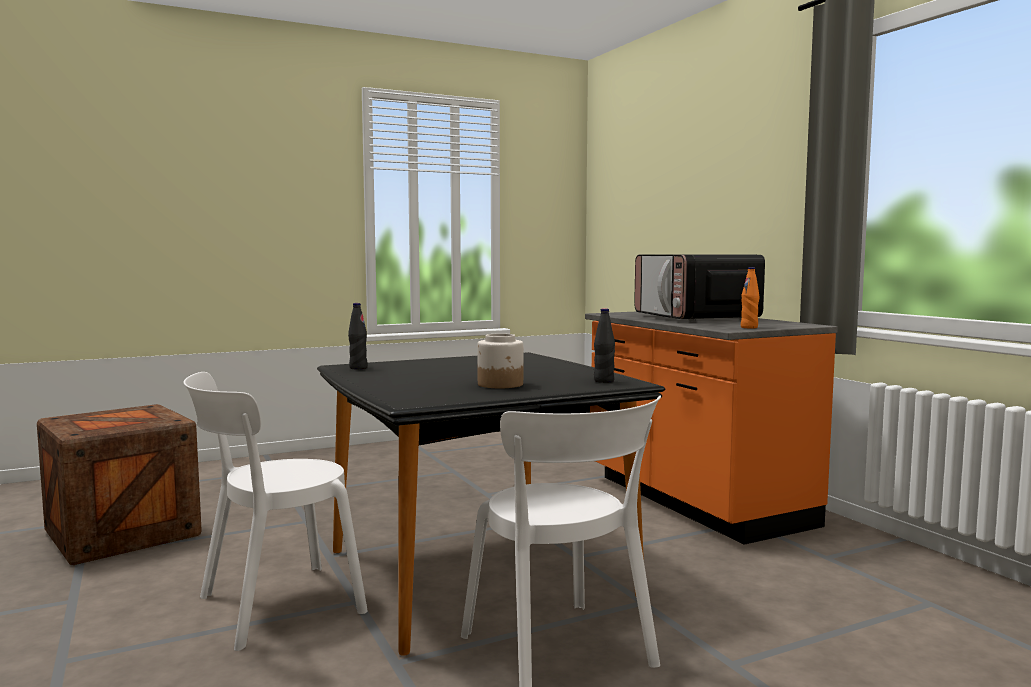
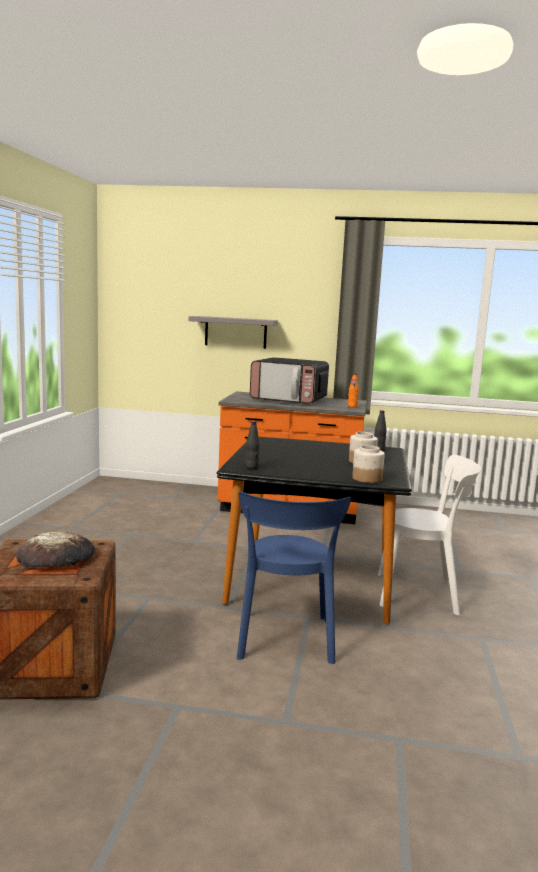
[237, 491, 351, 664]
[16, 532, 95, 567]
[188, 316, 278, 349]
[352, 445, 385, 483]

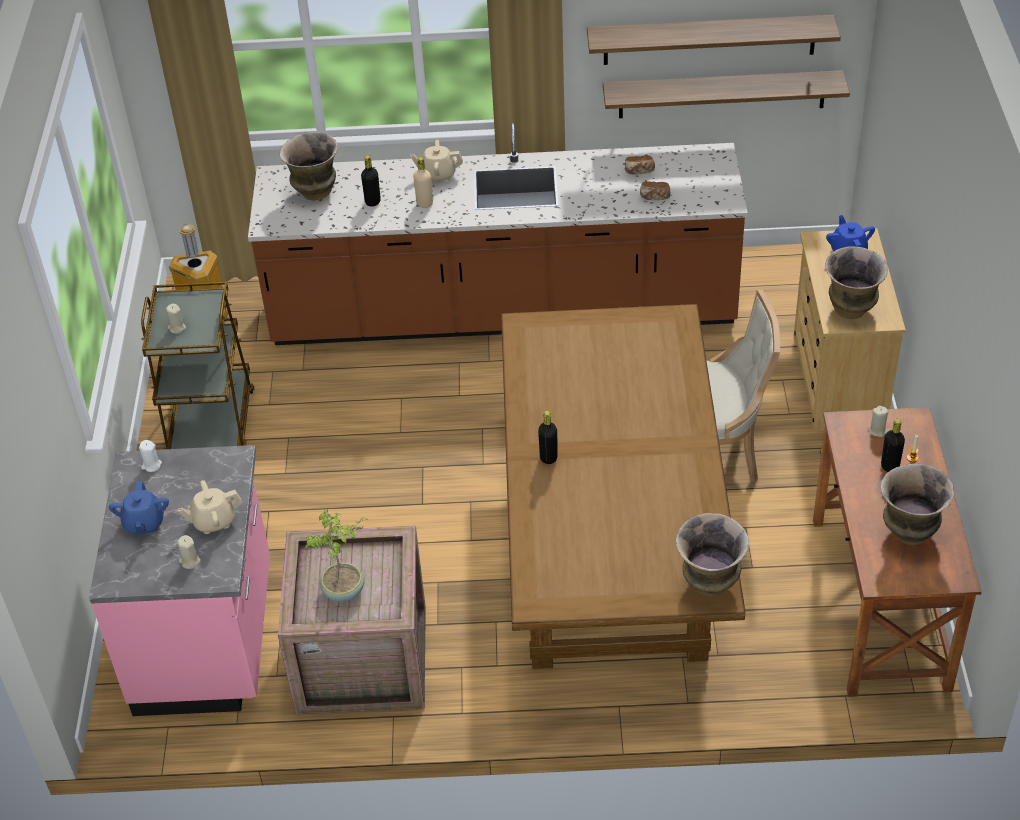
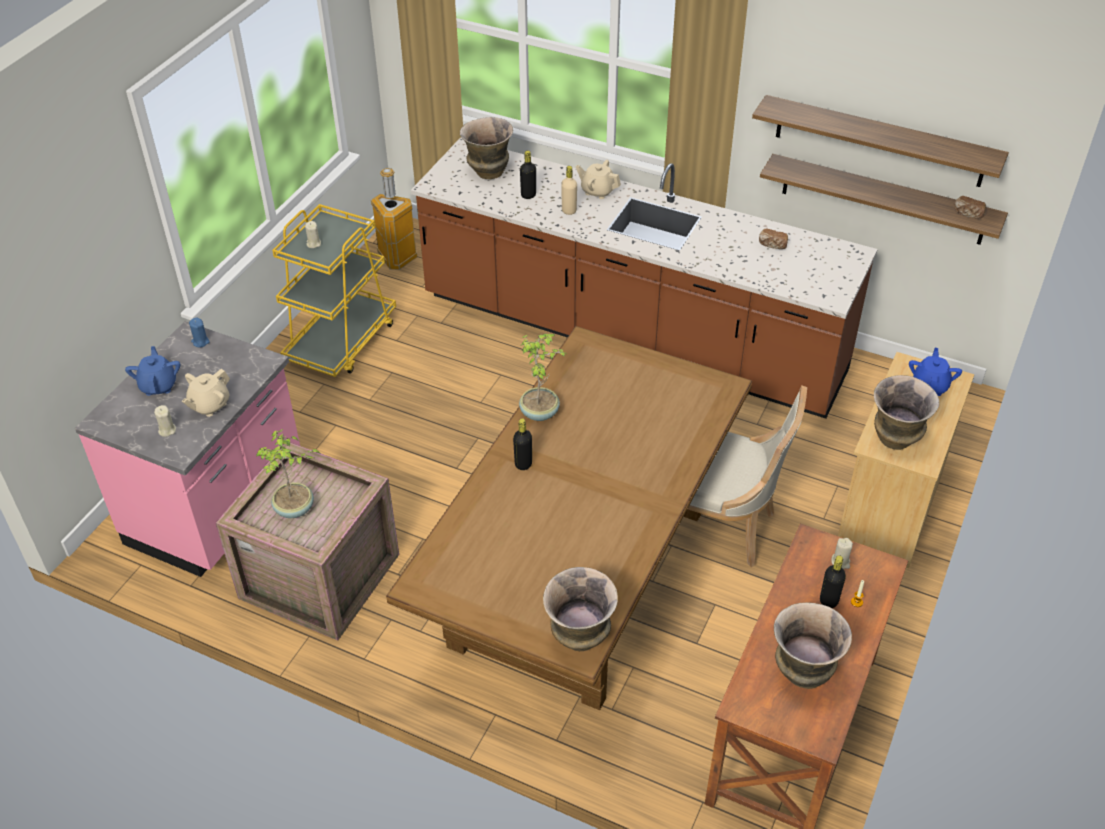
[125, 346, 180, 396]
[189, 318, 210, 348]
[272, 204, 396, 377]
[182, 369, 230, 417]
[954, 196, 986, 219]
[519, 334, 566, 421]

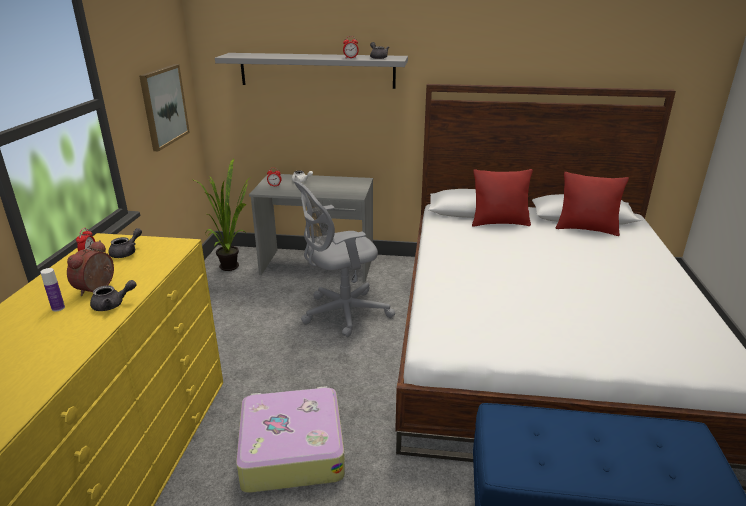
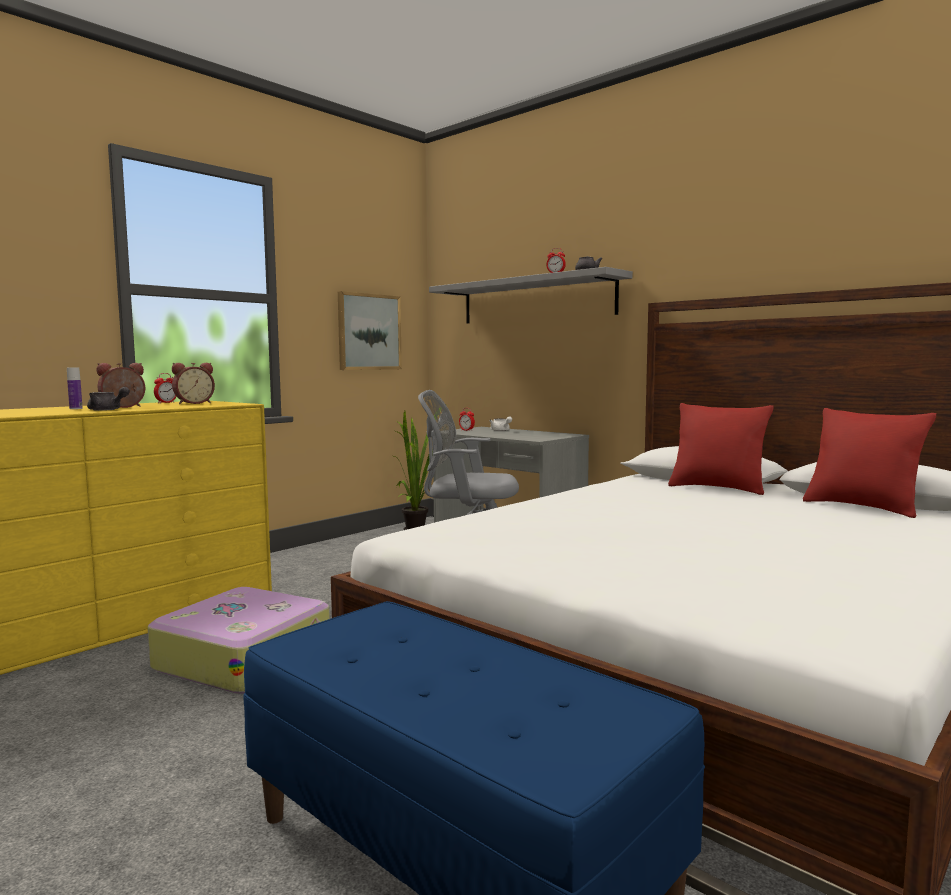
[172, 363, 215, 404]

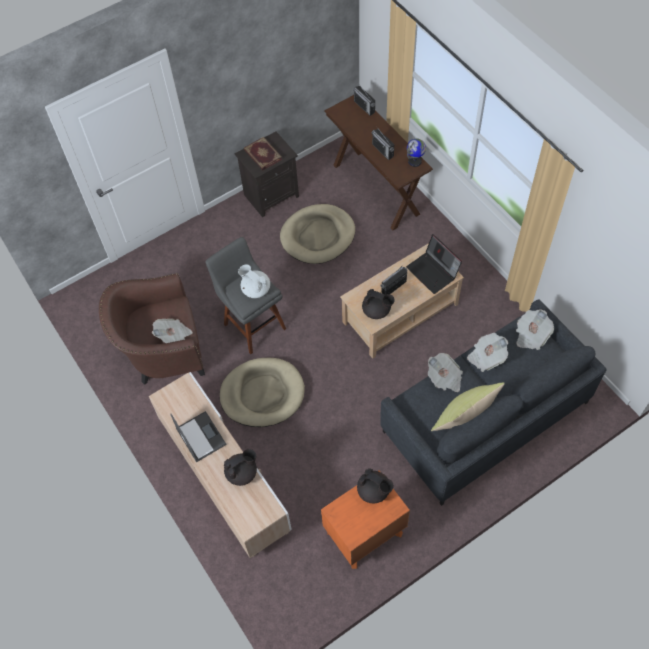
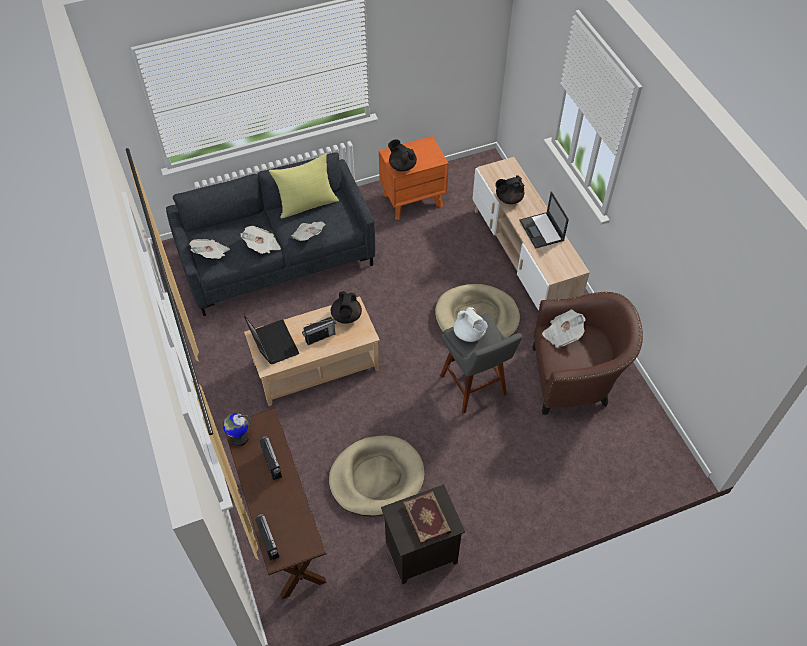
[331, 291, 362, 324]

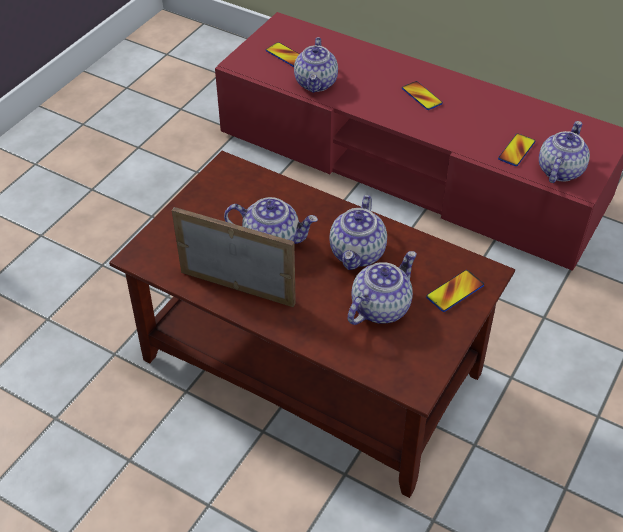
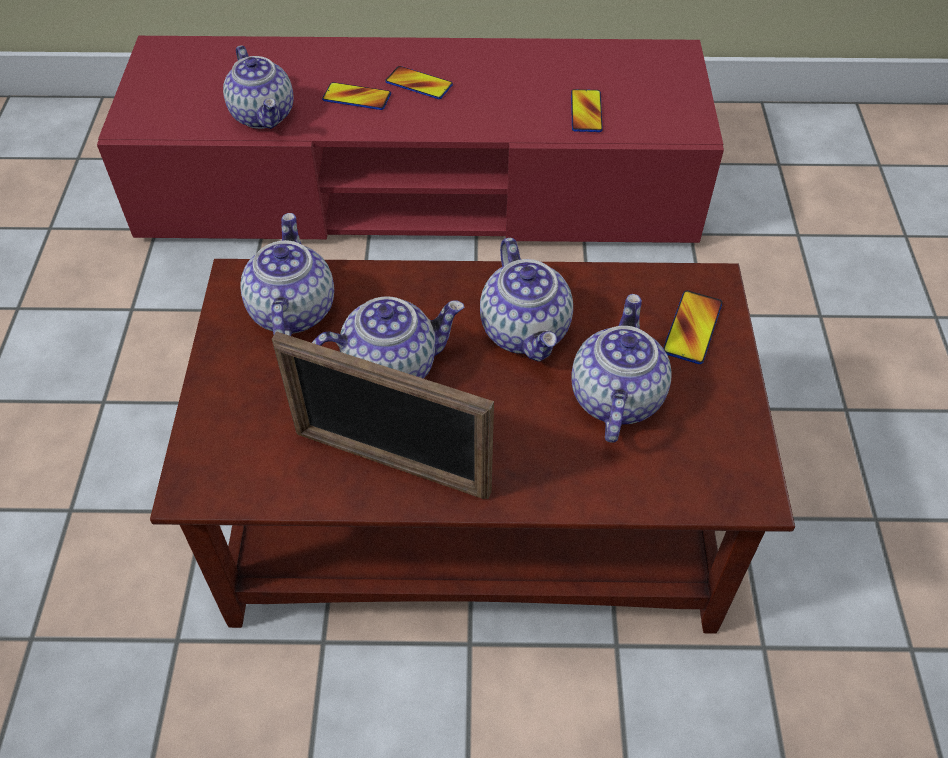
[272, 332, 494, 499]
[322, 82, 391, 110]
[240, 213, 334, 336]

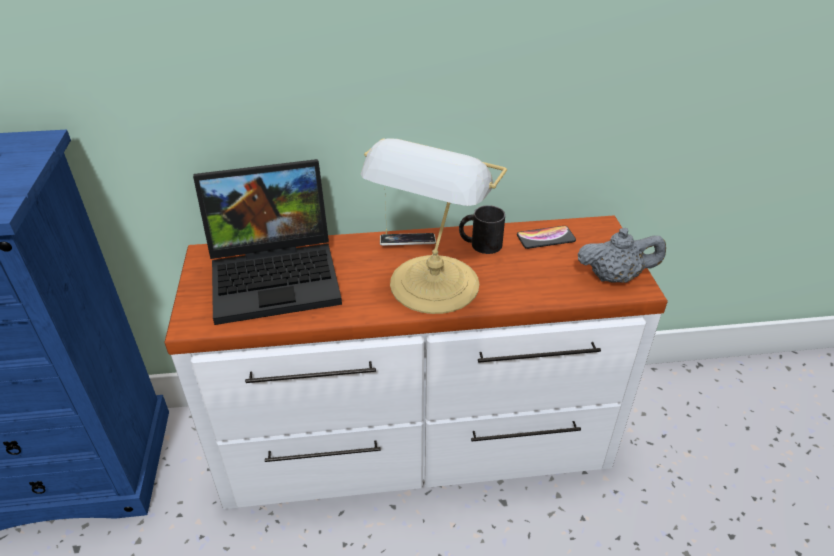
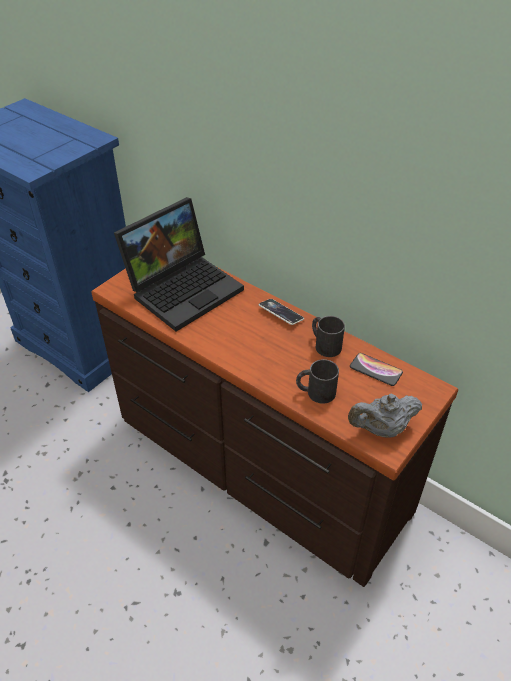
[91, 267, 458, 587]
[114, 197, 244, 332]
[361, 138, 507, 314] (first image)
[348, 394, 422, 438]
[296, 359, 339, 404]

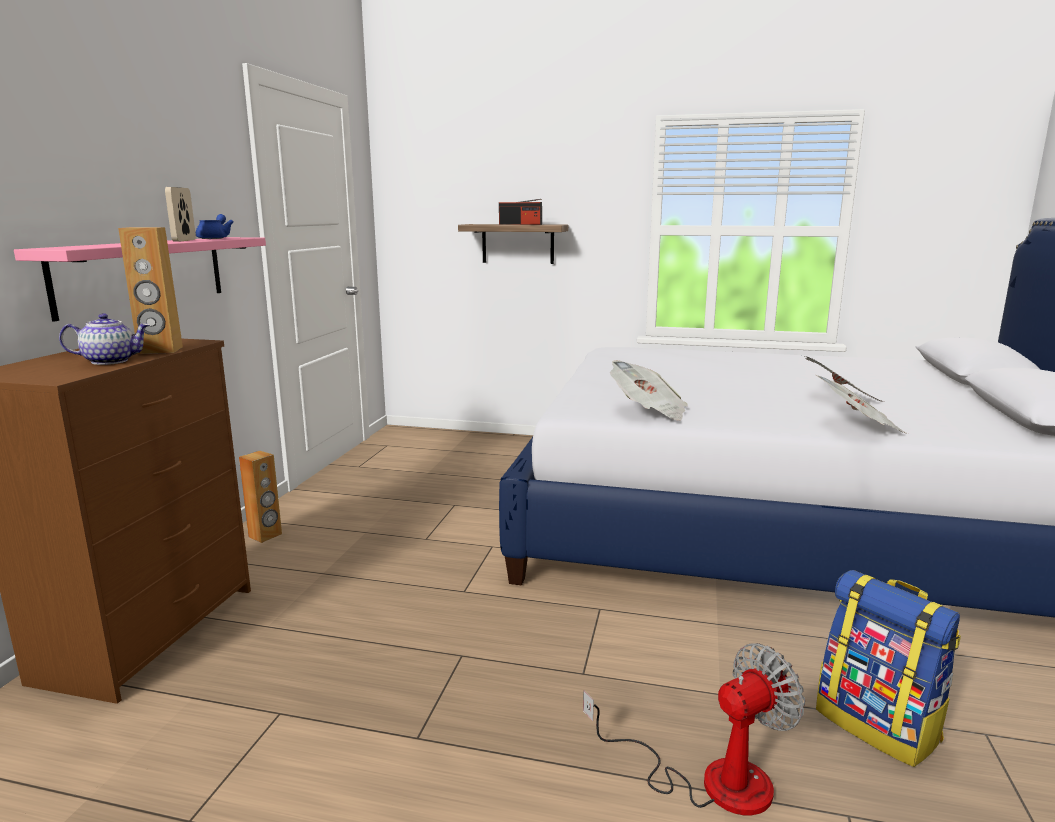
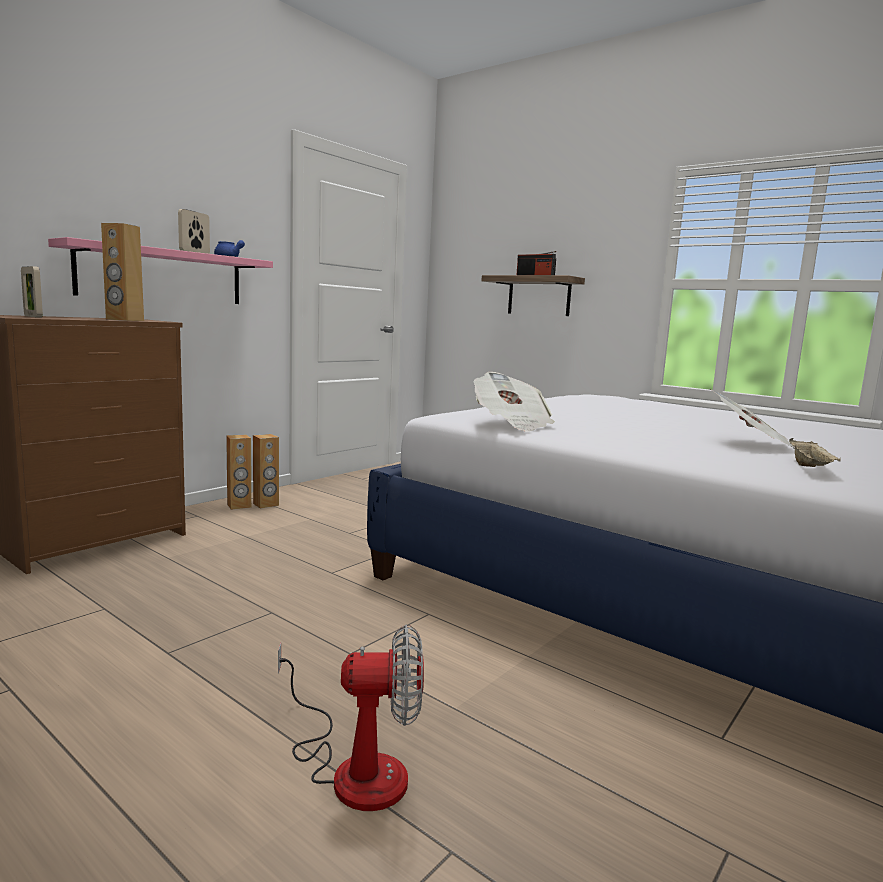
[59, 313, 150, 365] (first image)
[816, 375, 908, 434] (first image)
[816, 570, 961, 767] (first image)
[21, 266, 43, 318]
[253, 434, 279, 509]
[789, 438, 841, 467]

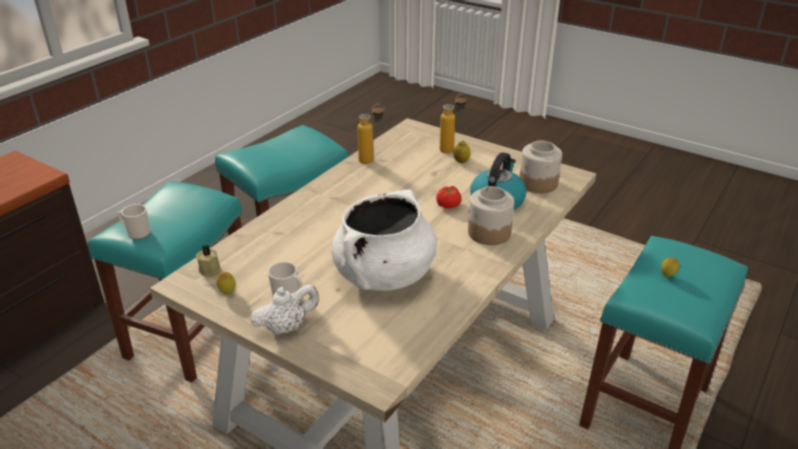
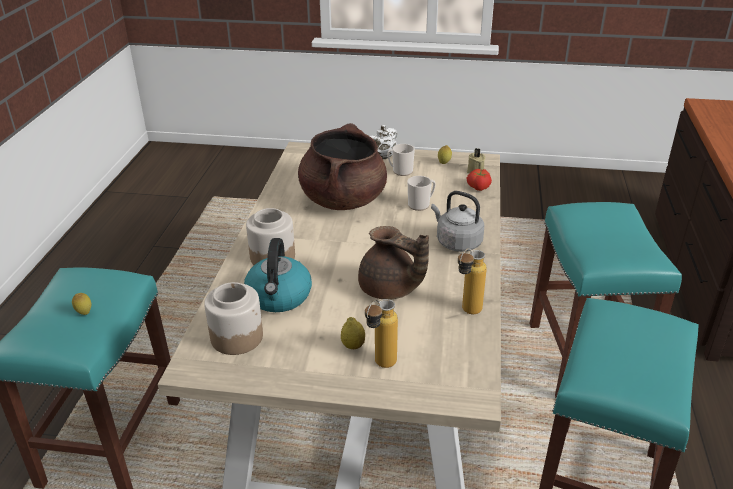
[408, 176, 436, 211]
[298, 123, 387, 210]
[467, 169, 492, 191]
[358, 226, 429, 300]
[431, 191, 484, 252]

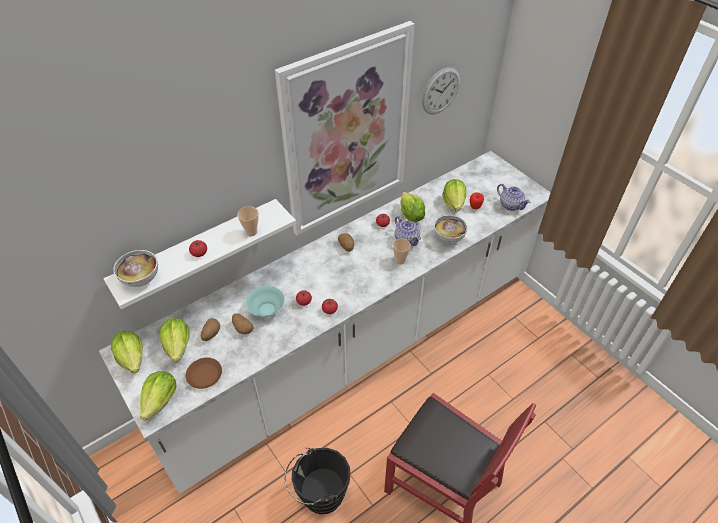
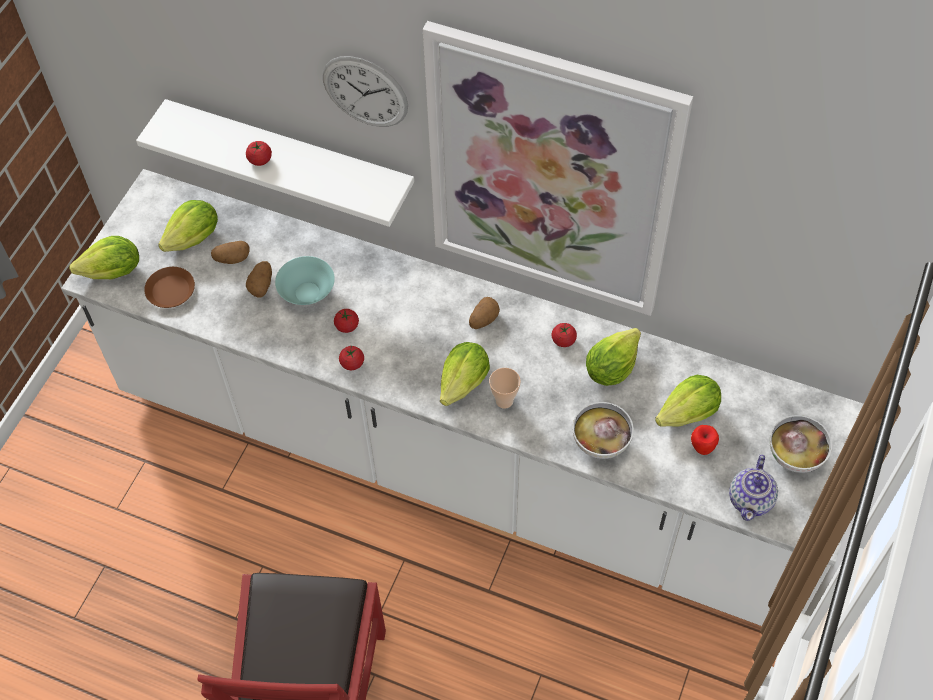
[440, 342, 490, 406]
[769, 415, 832, 473]
[237, 206, 259, 236] (first image)
[284, 447, 350, 514] (first image)
[395, 216, 421, 246] (first image)
[323, 56, 408, 127]

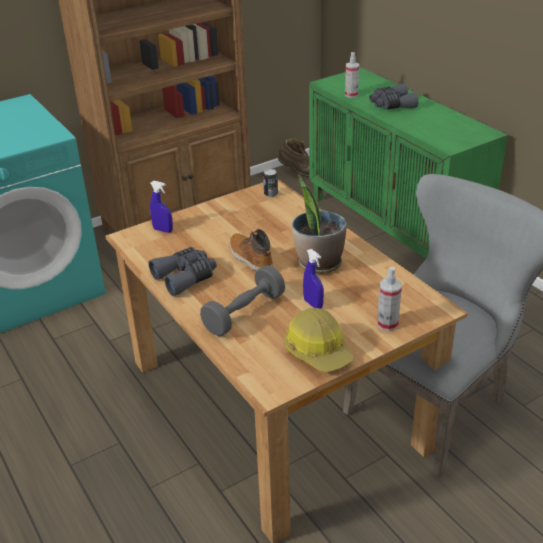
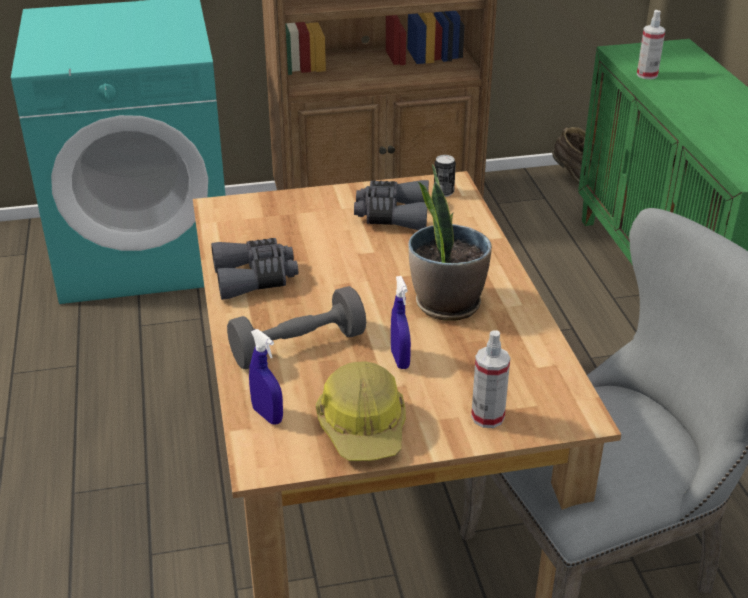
[249, 329, 283, 425]
[230, 229, 273, 271] (first image)
[354, 180, 429, 230]

